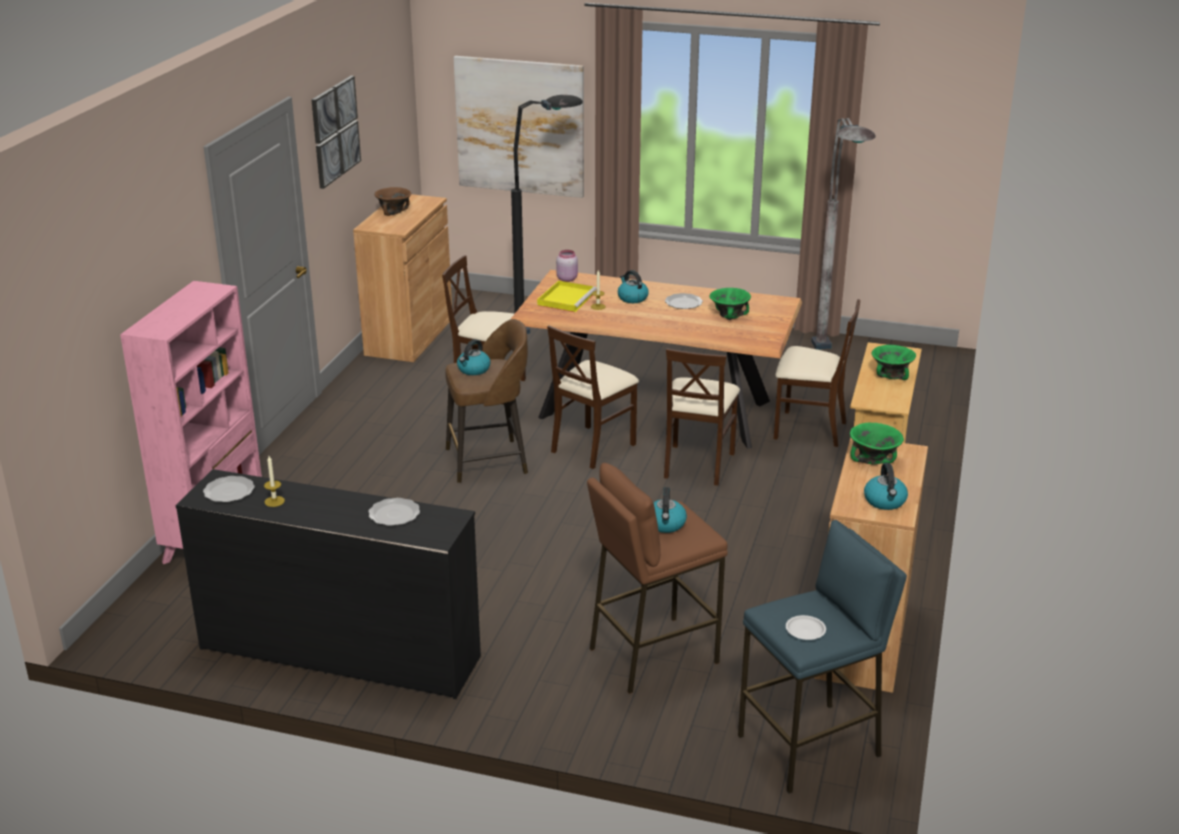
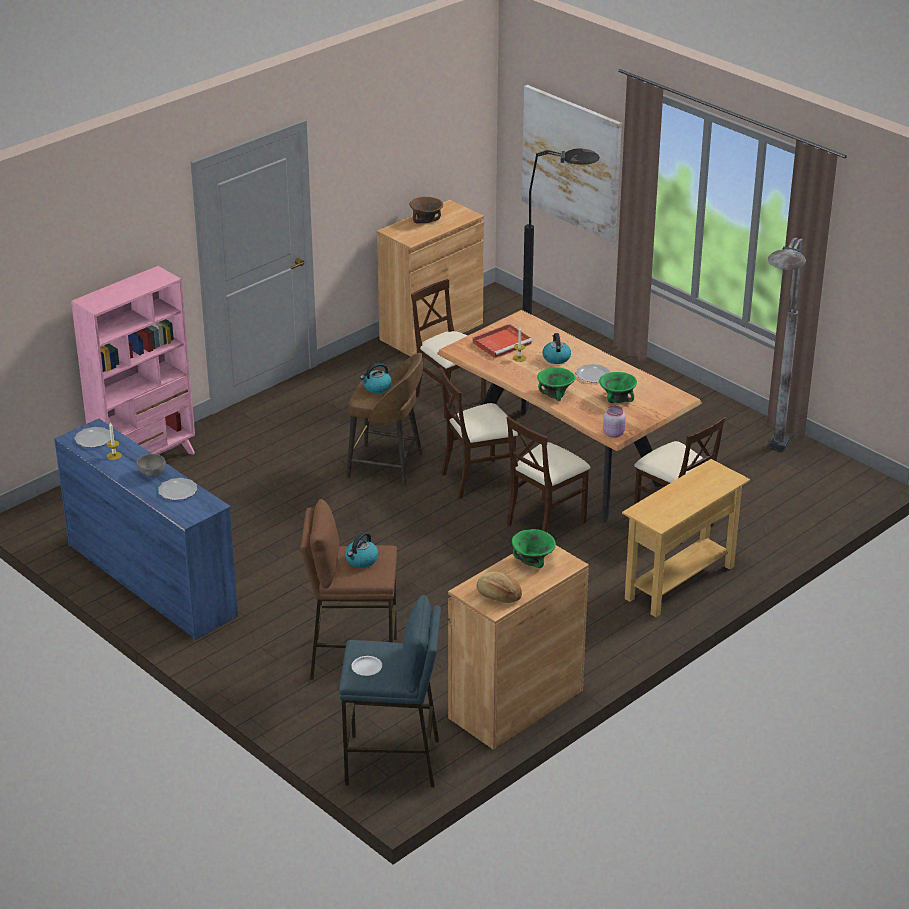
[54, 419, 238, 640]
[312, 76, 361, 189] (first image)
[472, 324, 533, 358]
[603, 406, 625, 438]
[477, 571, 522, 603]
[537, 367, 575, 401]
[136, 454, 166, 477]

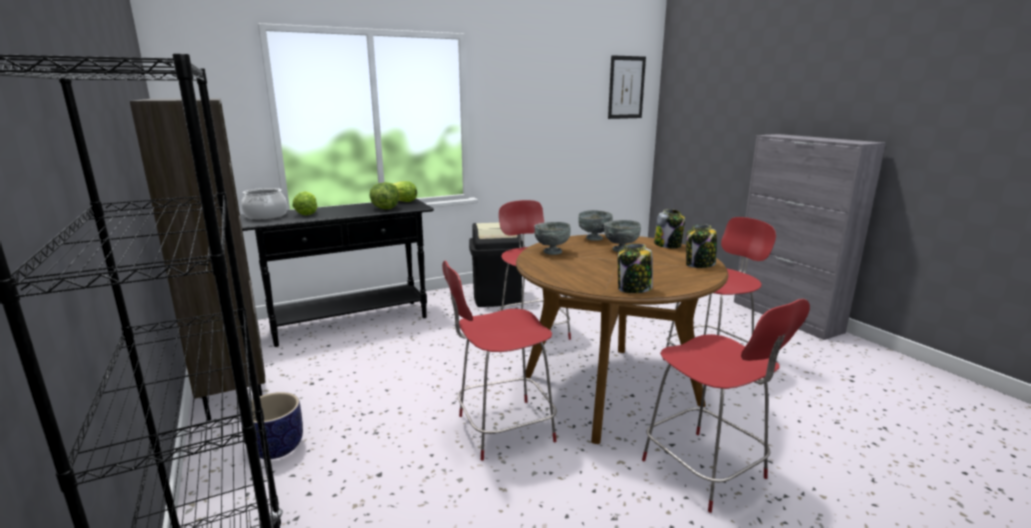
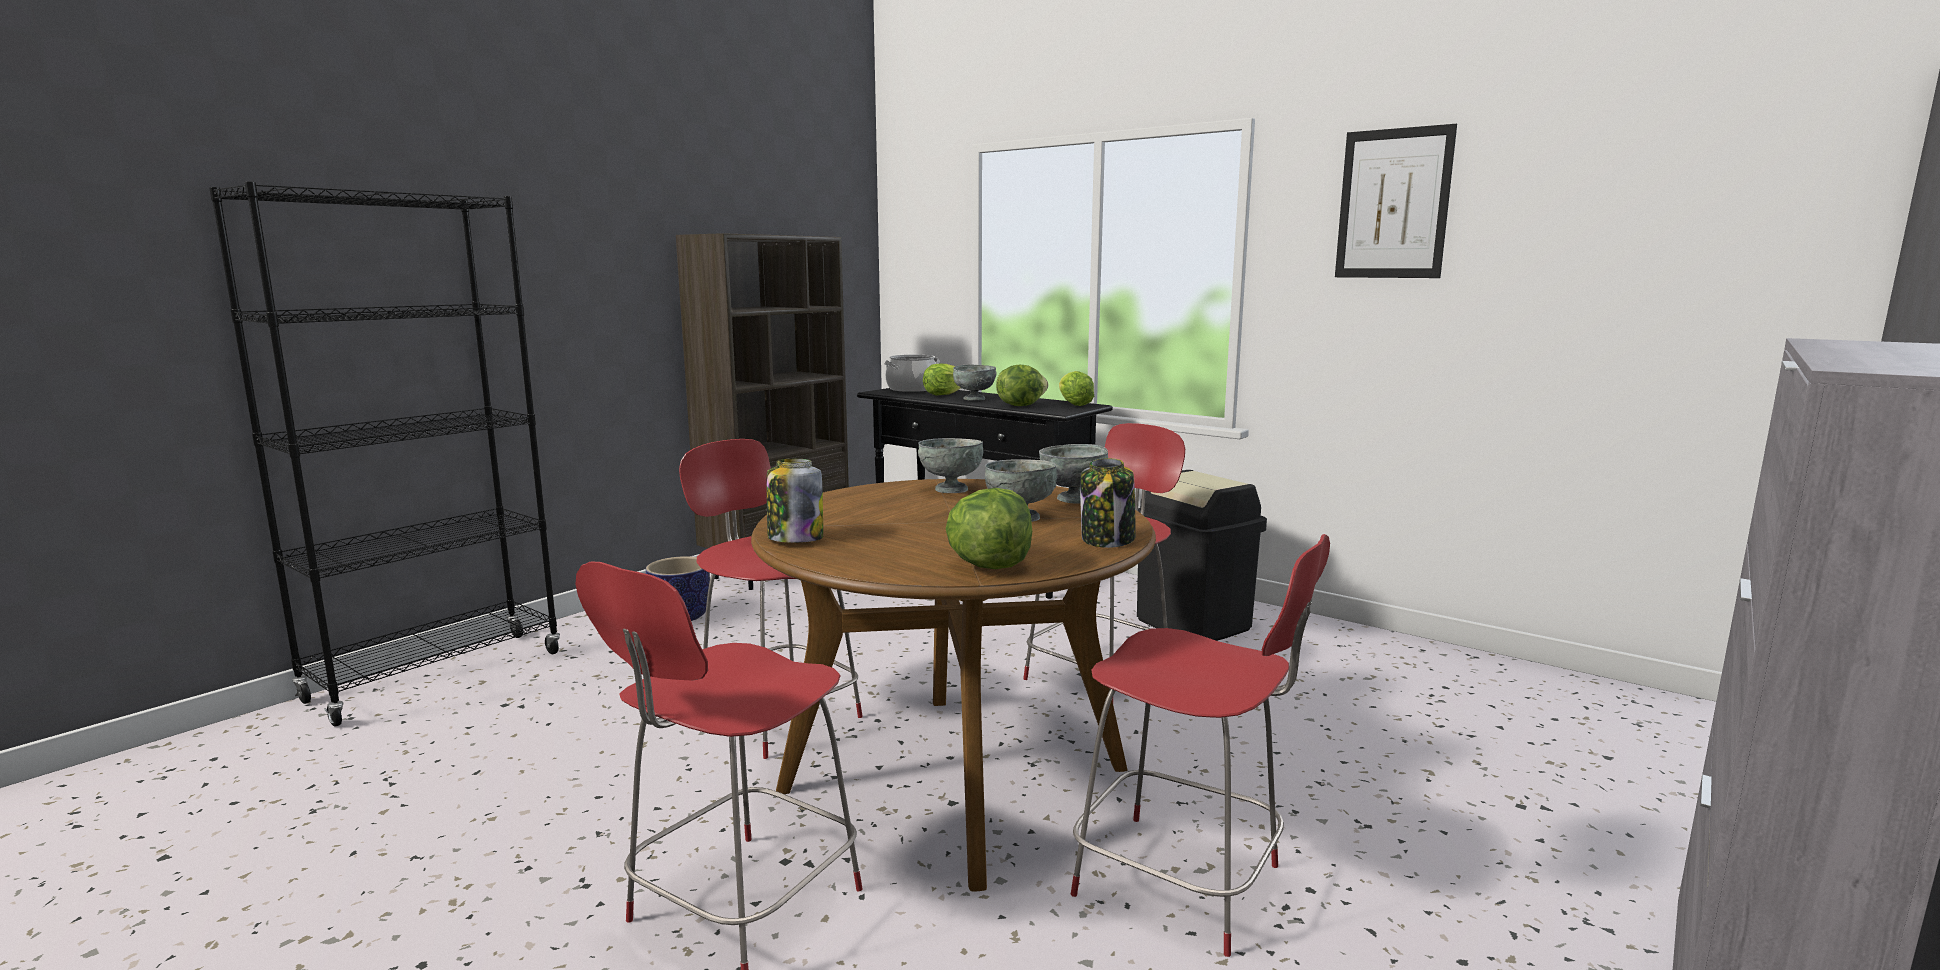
[1335, 124, 1457, 278]
[945, 488, 1032, 569]
[953, 364, 997, 400]

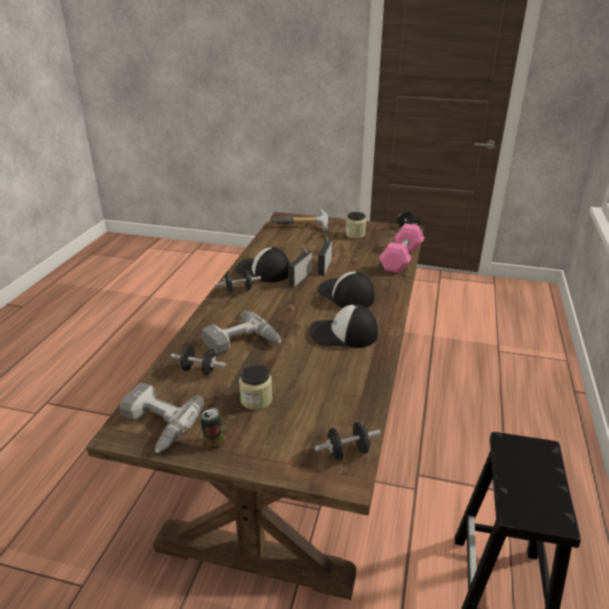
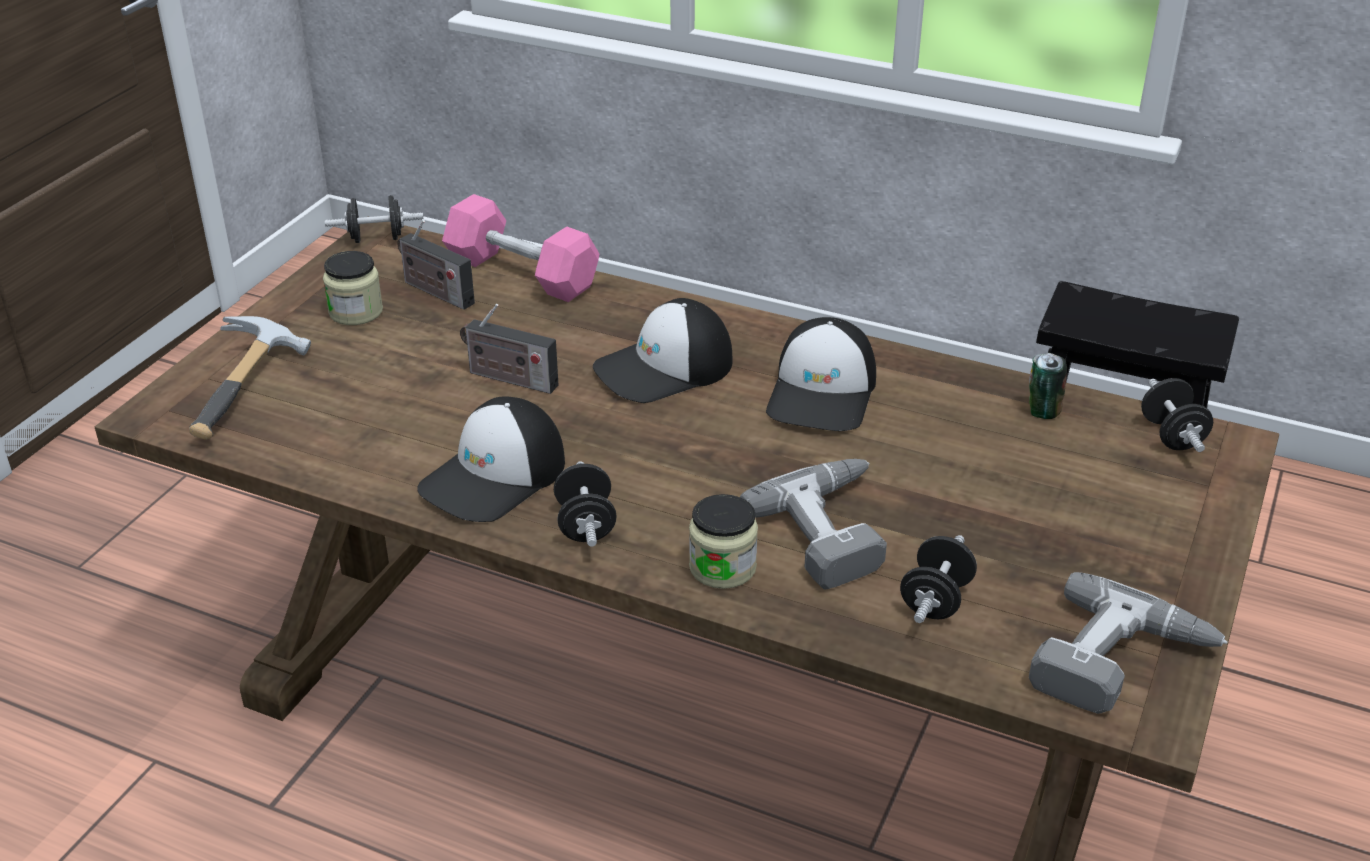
[1029, 353, 1067, 419]
[689, 494, 758, 589]
[397, 220, 475, 310]

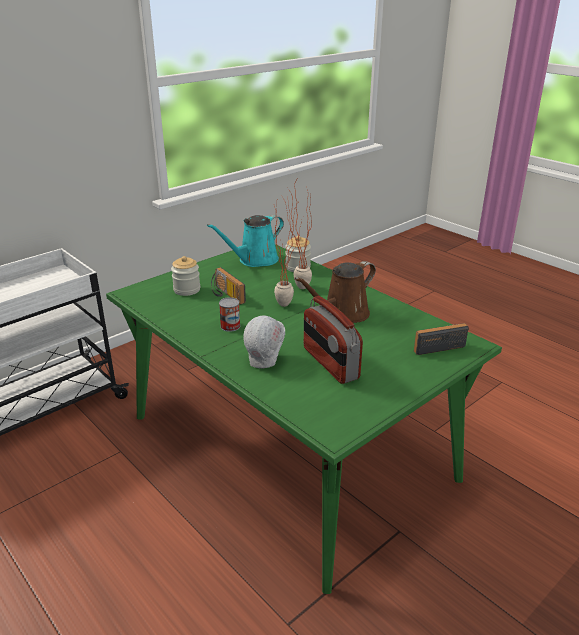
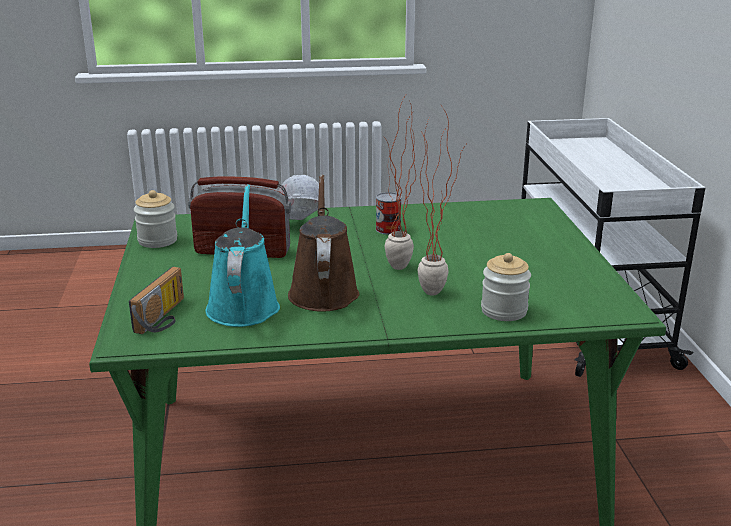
[134, 190, 177, 248]
[205, 184, 280, 327]
[211, 267, 246, 305] (first image)

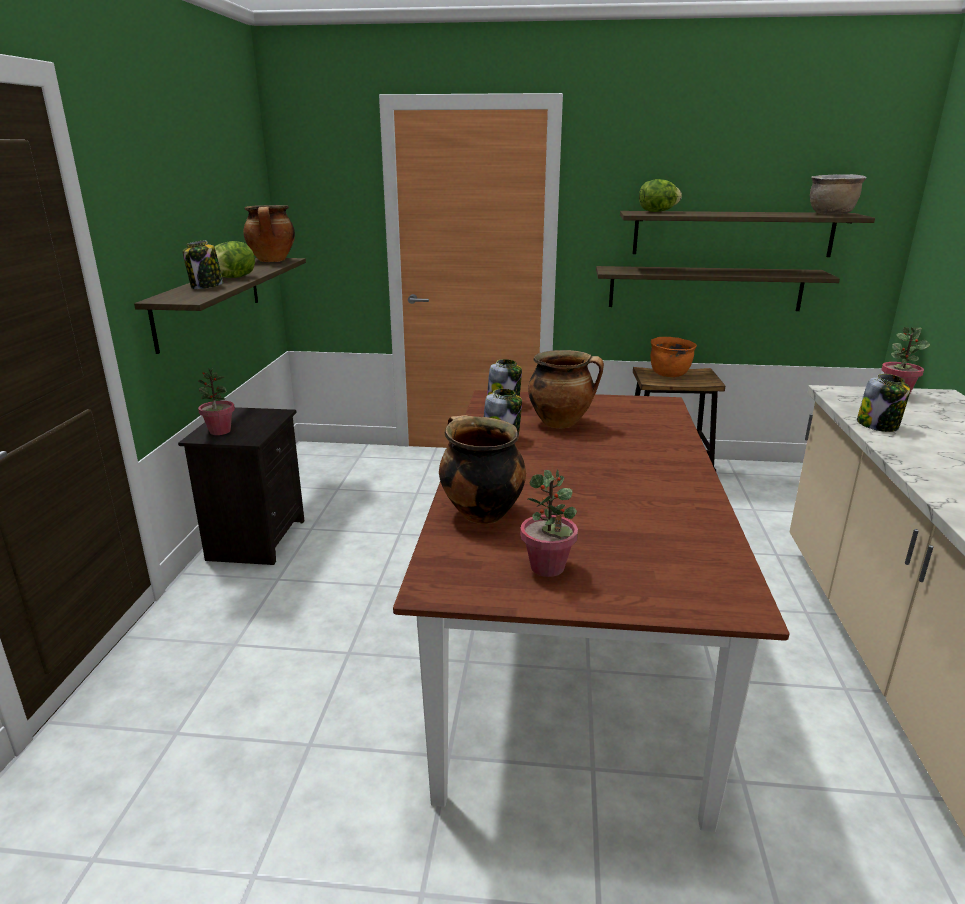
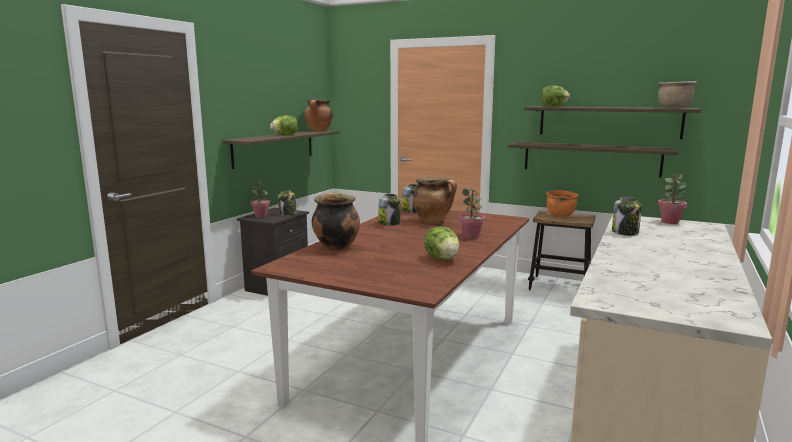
[278, 190, 297, 216]
[459, 188, 485, 239]
[424, 226, 460, 260]

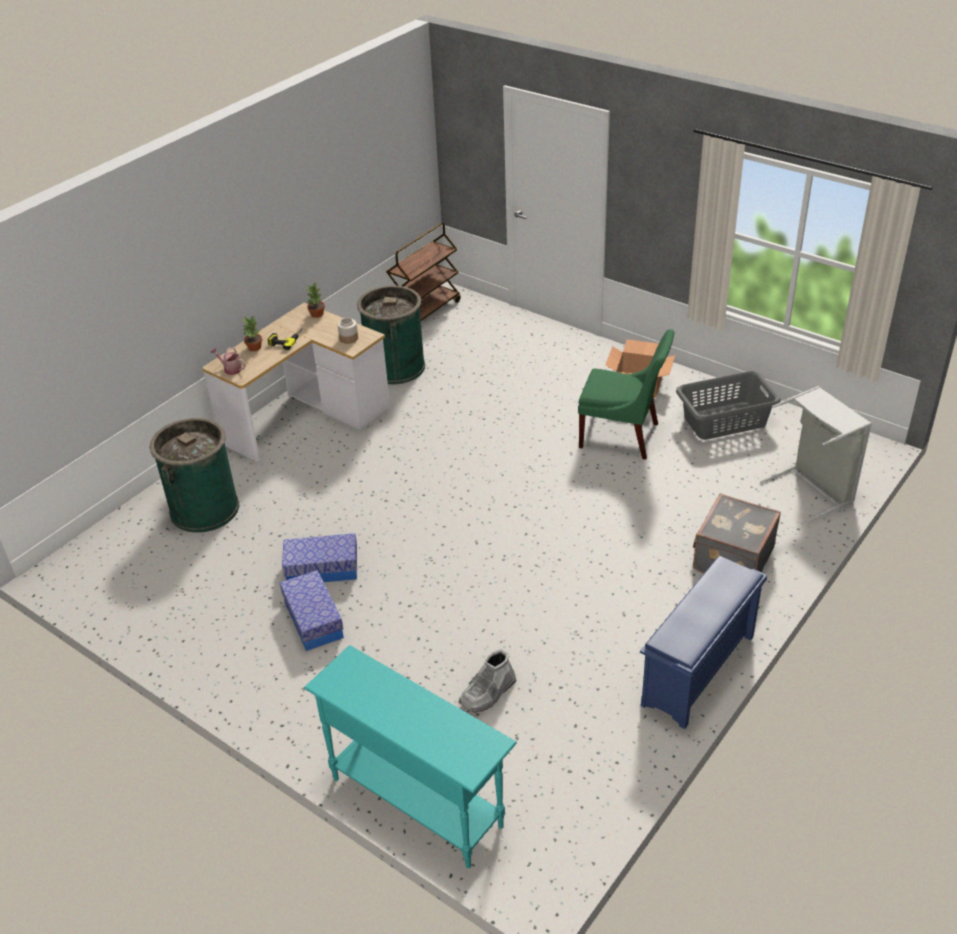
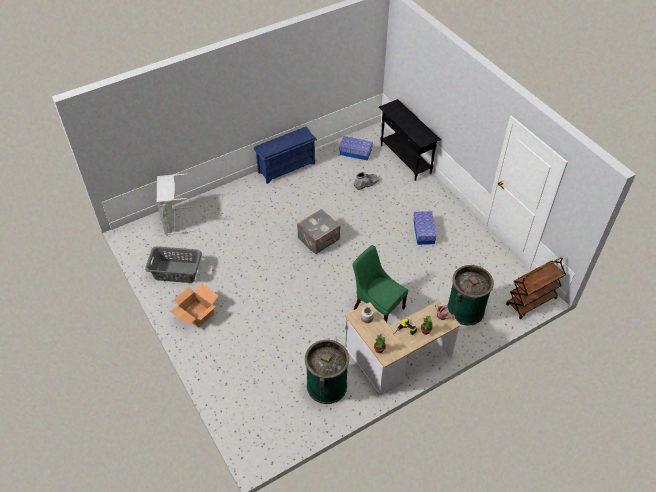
[339, 136, 373, 161]
[379, 99, 441, 181]
[506, 257, 566, 319]
[352, 245, 408, 322]
[297, 209, 340, 254]

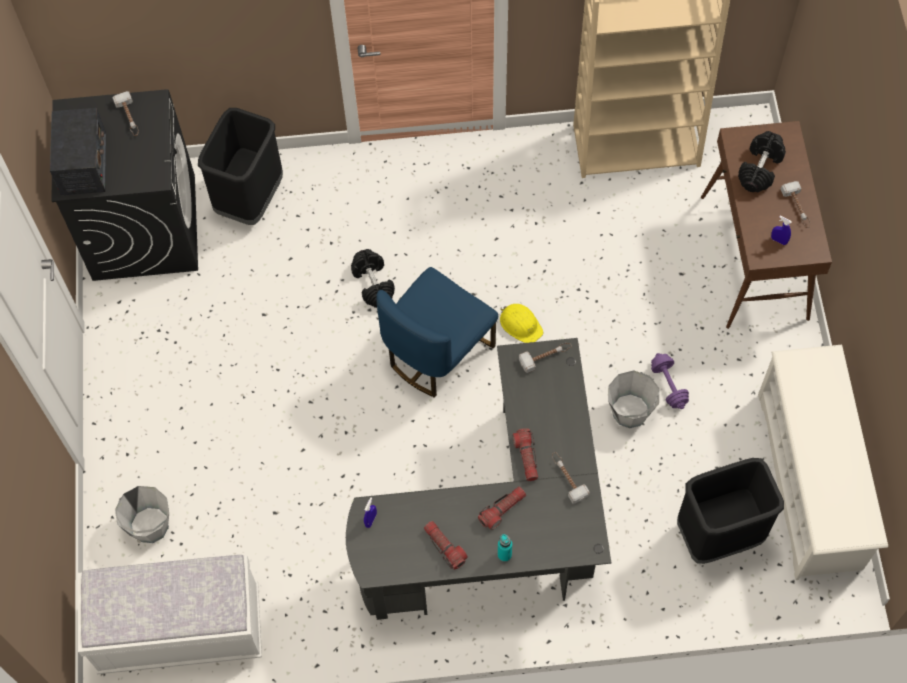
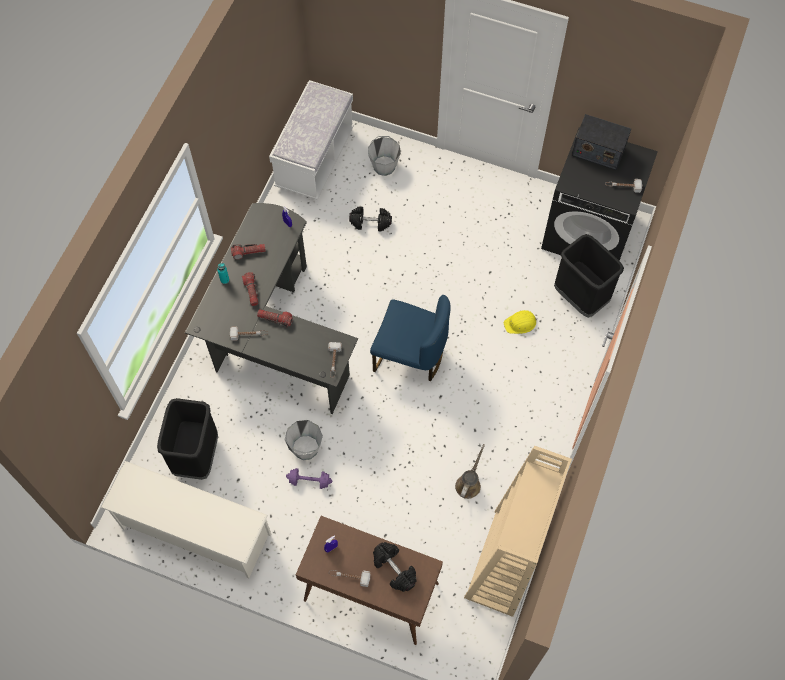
[349, 207, 392, 231]
[370, 295, 451, 381]
[504, 310, 538, 334]
[455, 444, 485, 499]

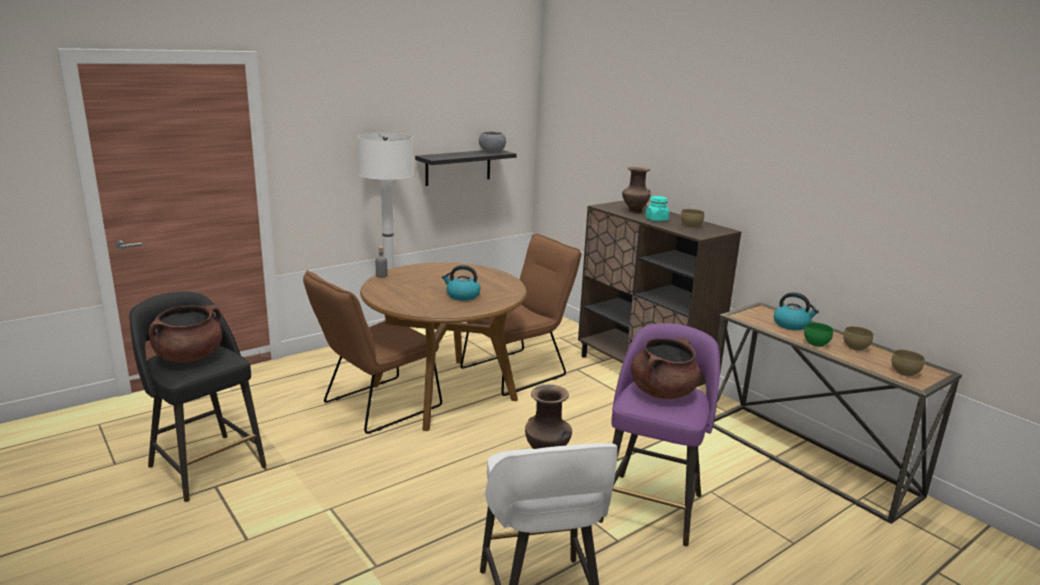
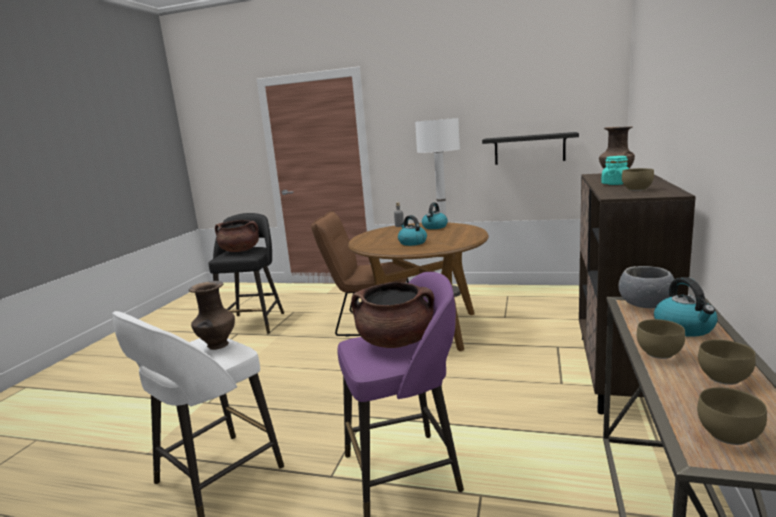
[460, 234, 581, 396] (first image)
[619, 266, 674, 308]
[637, 319, 685, 359]
[422, 203, 448, 229]

